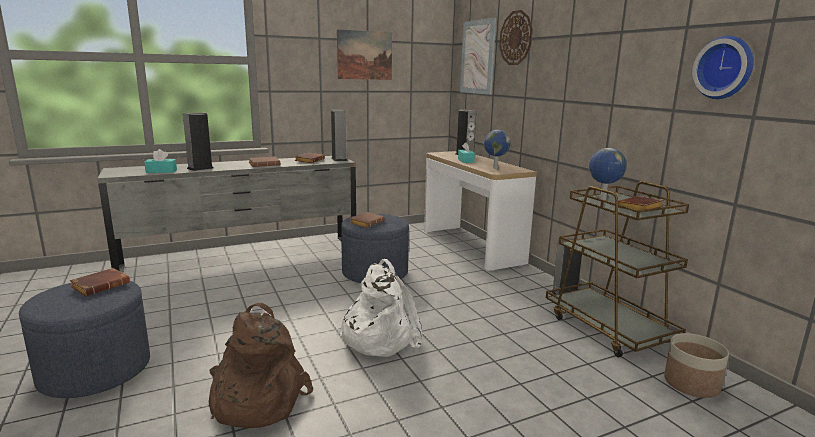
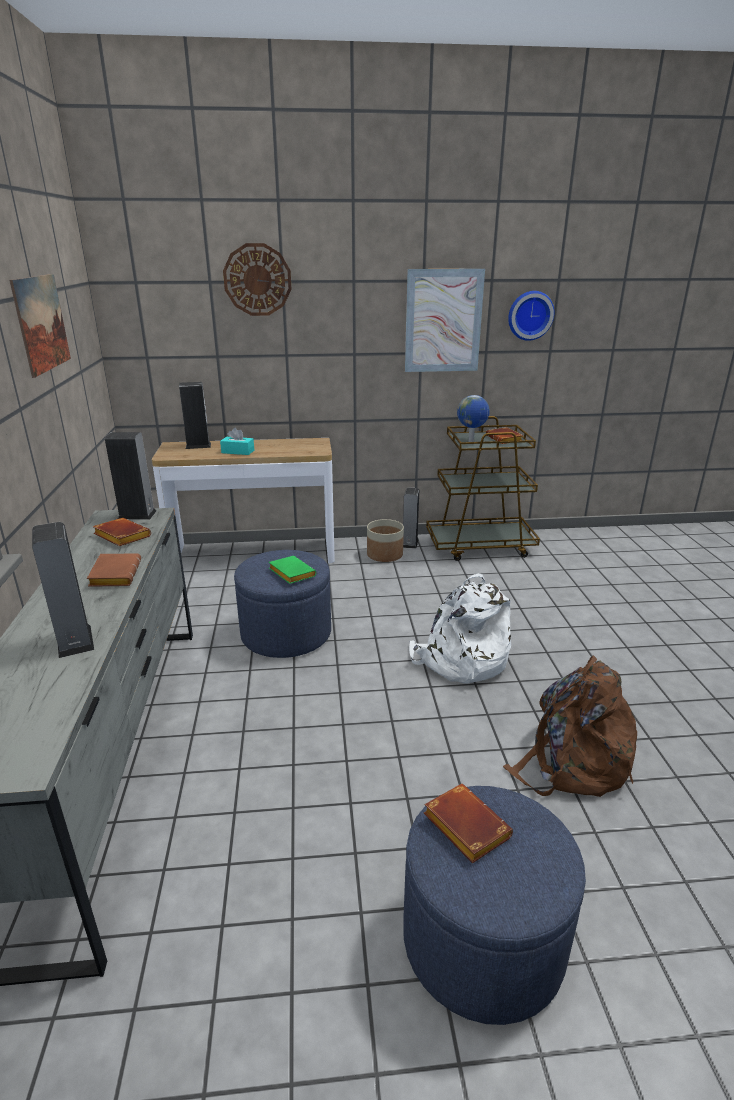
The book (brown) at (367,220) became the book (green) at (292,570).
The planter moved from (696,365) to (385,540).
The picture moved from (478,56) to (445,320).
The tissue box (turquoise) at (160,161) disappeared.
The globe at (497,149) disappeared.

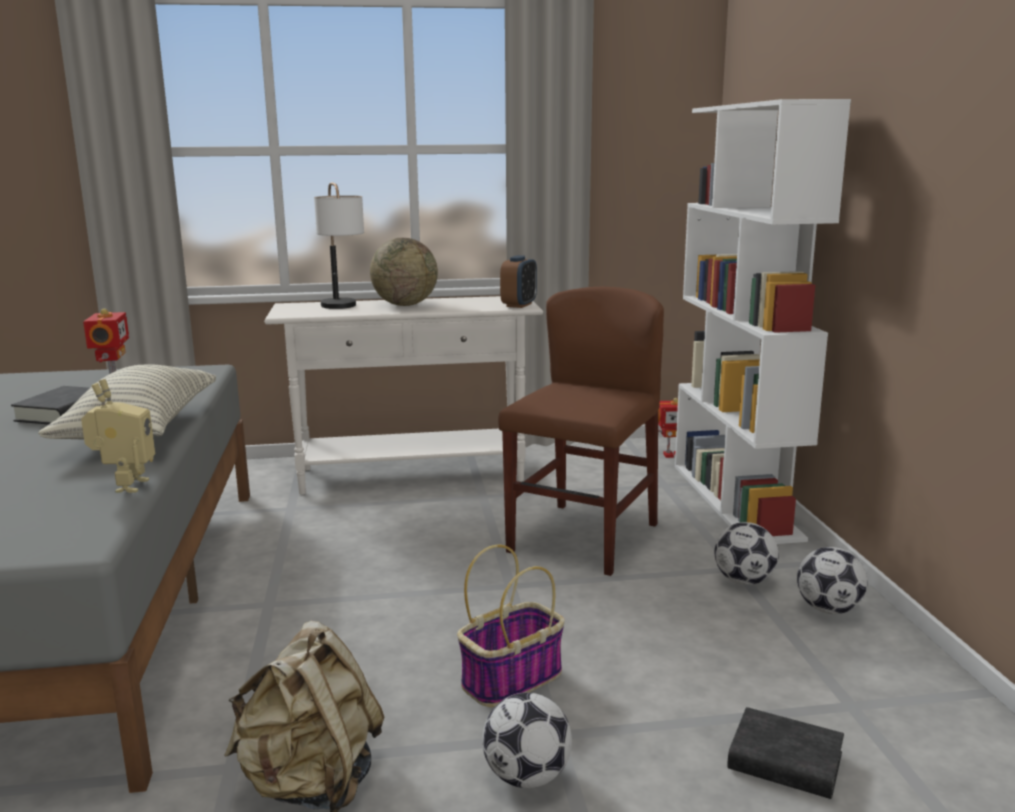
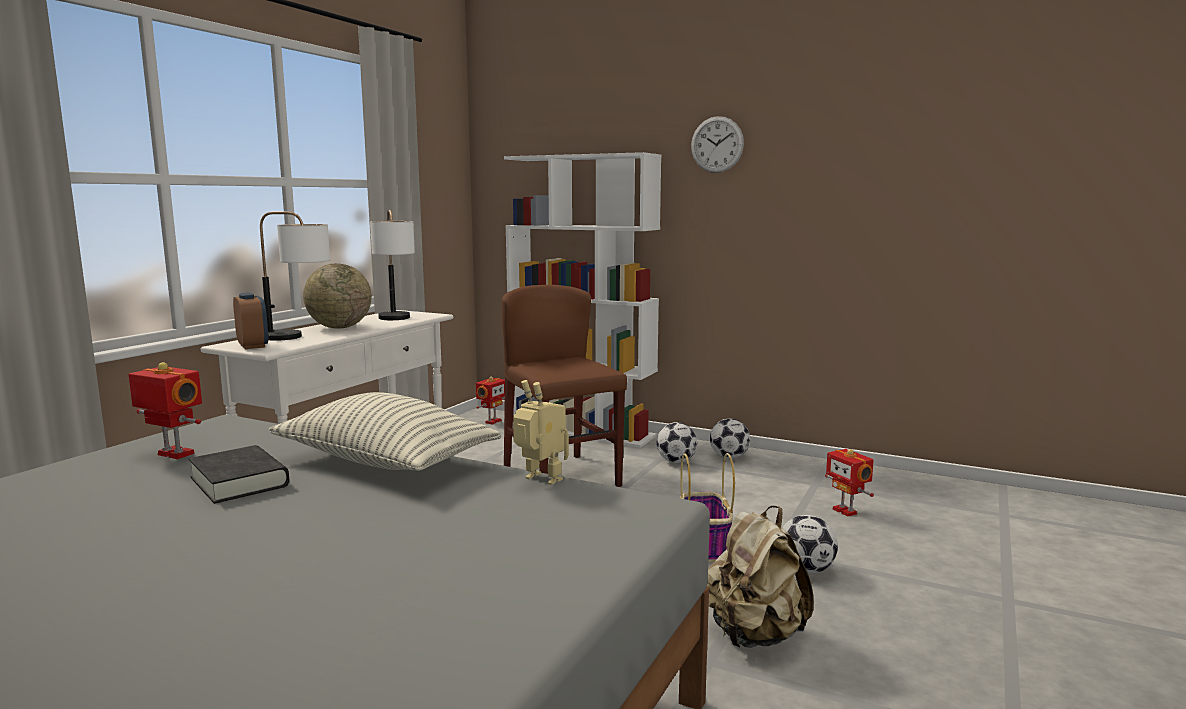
The alarm clock moved from (518,281) to (250,320).
The table lamp at (392,265) appeared.
The wall clock at (717,144) appeared.
The book (black) at (785,753) was replaced by the toy robot at (849,483).

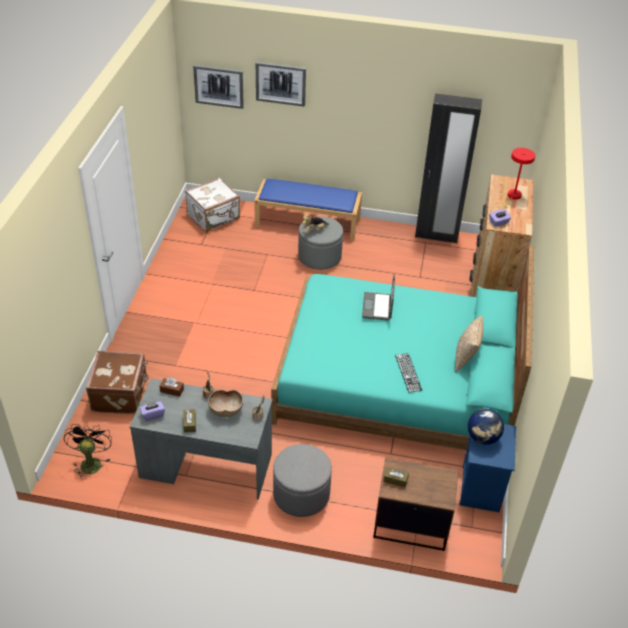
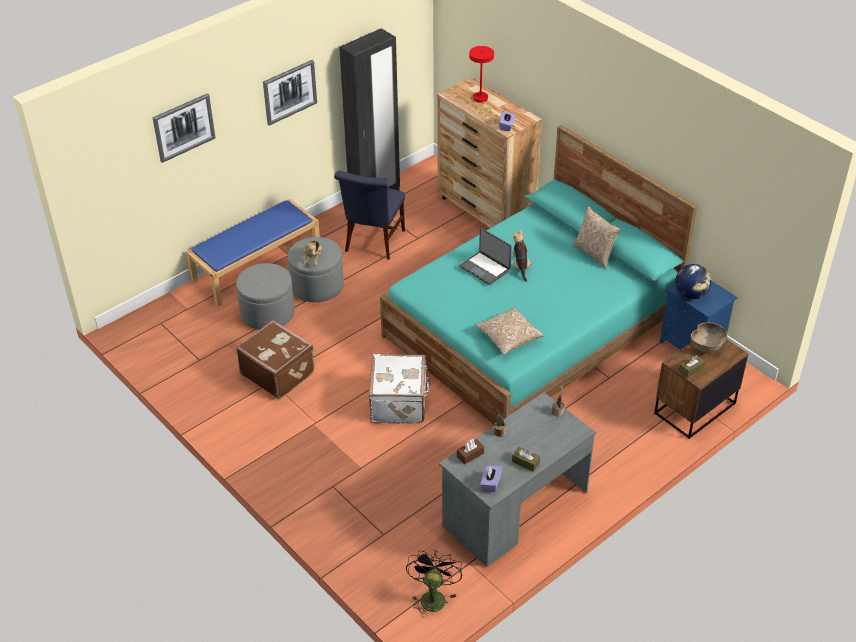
The ottoman (grey) moved from (302,480) to (265,296).
The suitcase (brown) moved from (117,382) to (275,359).
The picture moved from (218,87) to (290,92).
The chair (blue) at (369,214) appeared.
The suitcase (white) moved from (212,204) to (399,388).
The fan (black) at (88,450) turned 60 degrees clockwise.
The pillow at (509,331) appeared.
The plush toy at (523,255) appeared.
The bowl (brown) moved from (225,403) to (709,337).
The keyboard at (408,372) disappeared.

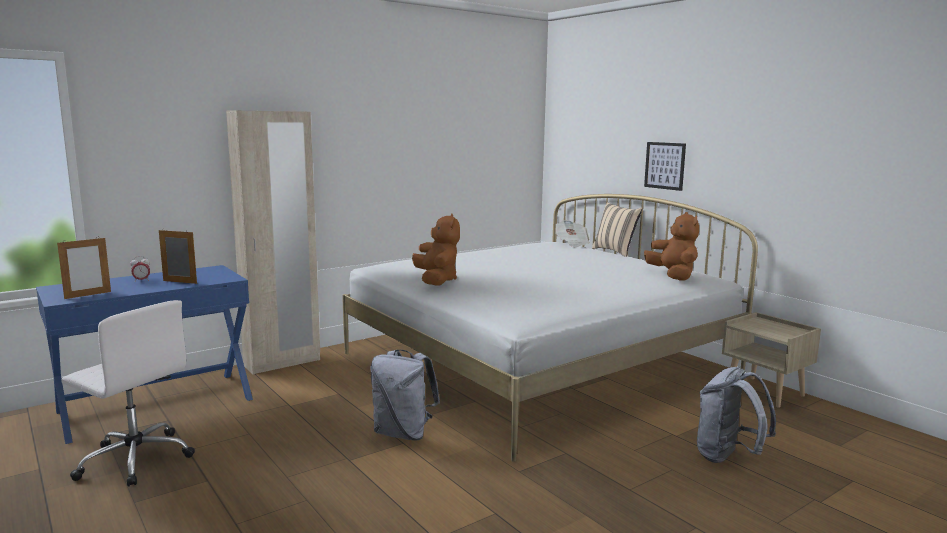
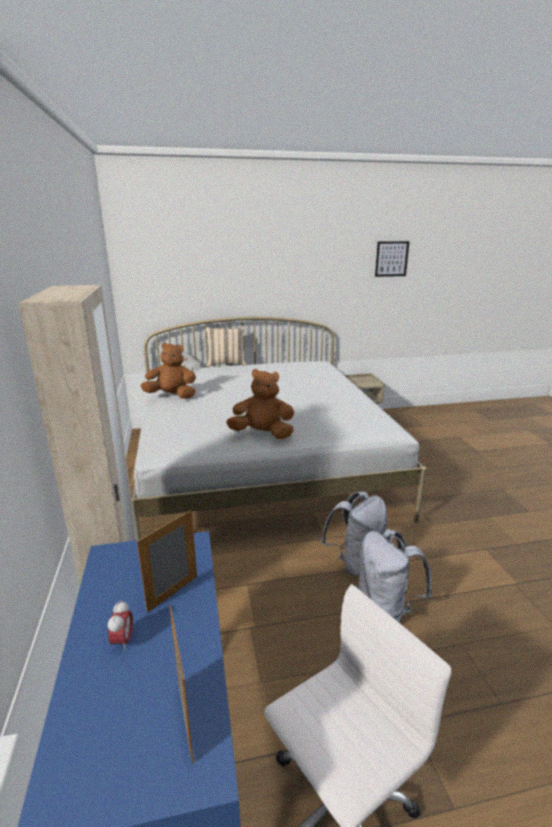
The plush toy (brown) moved from (671,246) to (168,370).
The backpack (grey) moved from (736,415) to (395,576).
The picture moved from (665,166) to (392,259).

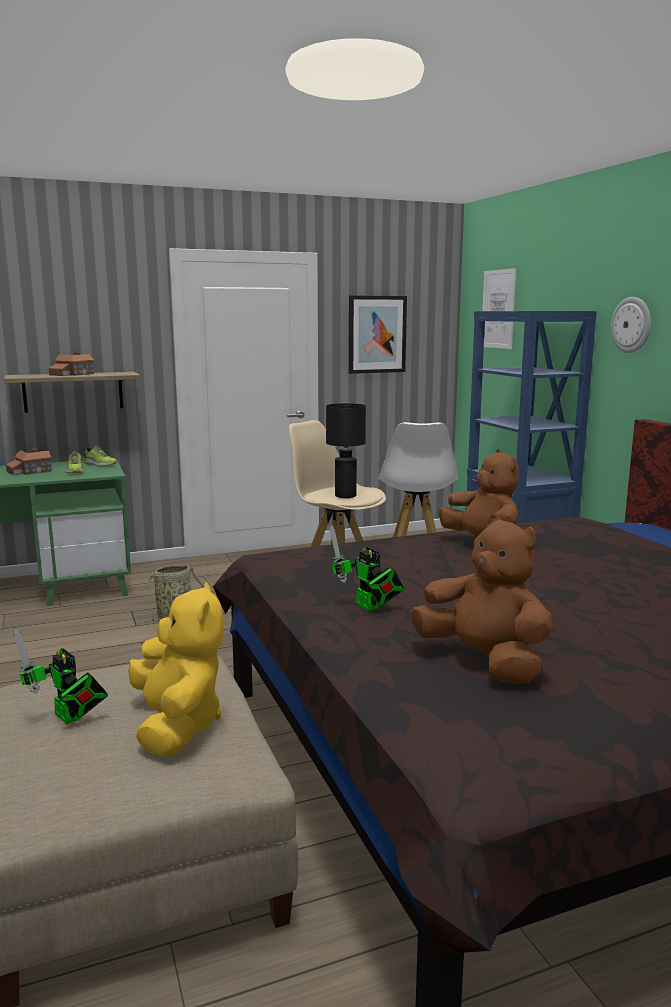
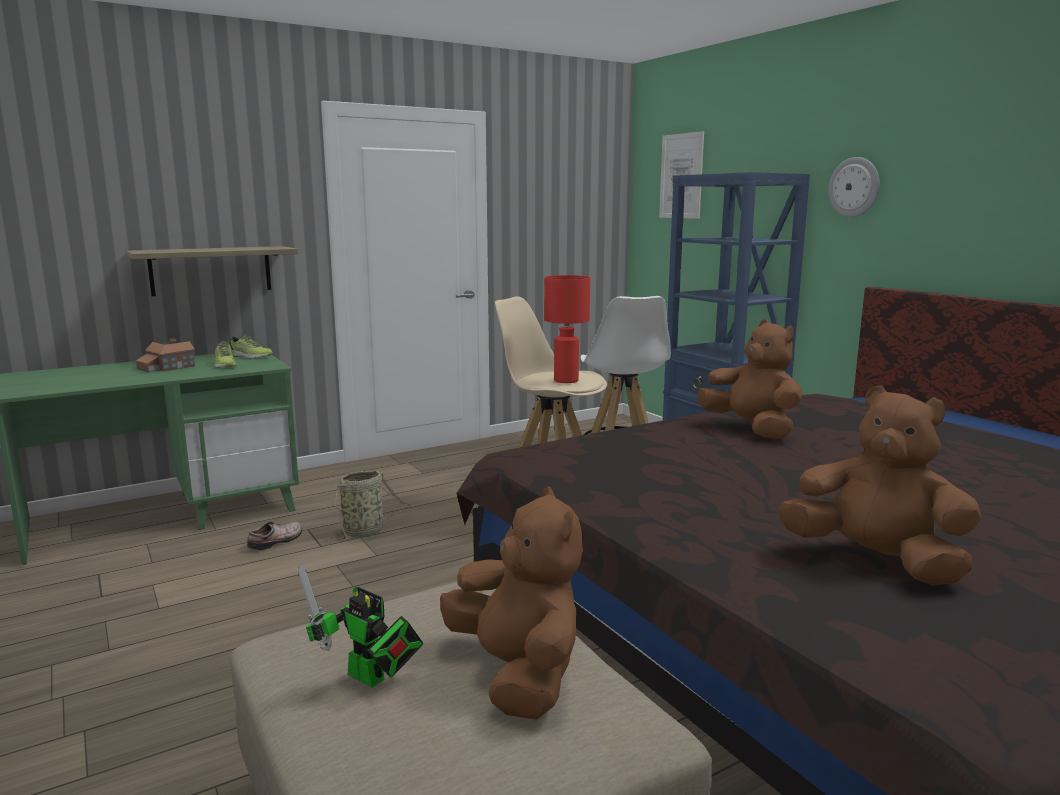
The shoe at (274,536) appeared.
The plush toy (yellow) at (176,669) became the plush toy (brown) at (511,602).
The table lamp (black) at (346,450) became the table lamp (red) at (567,329).
The toy house at (71,363) disappeared.
The toy robot at (367,568) disappeared.
The picture at (378,334) disappeared.

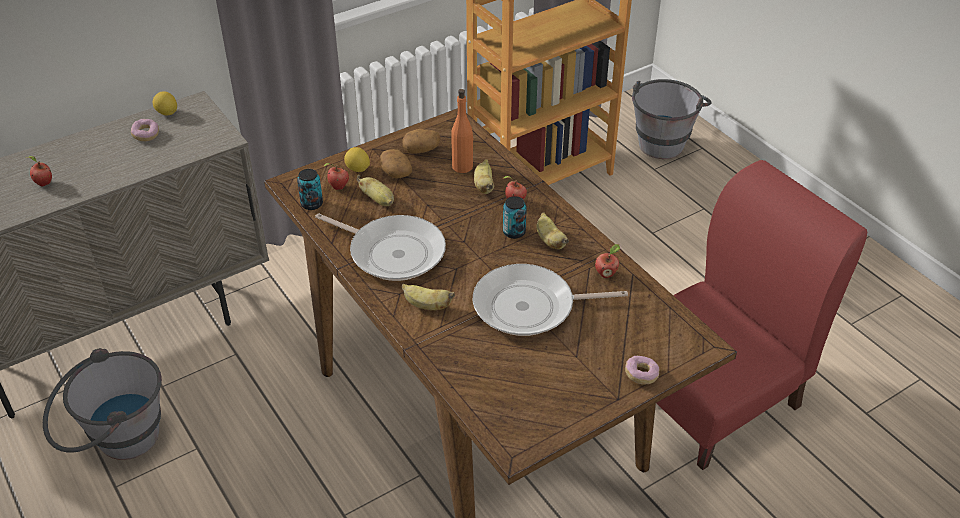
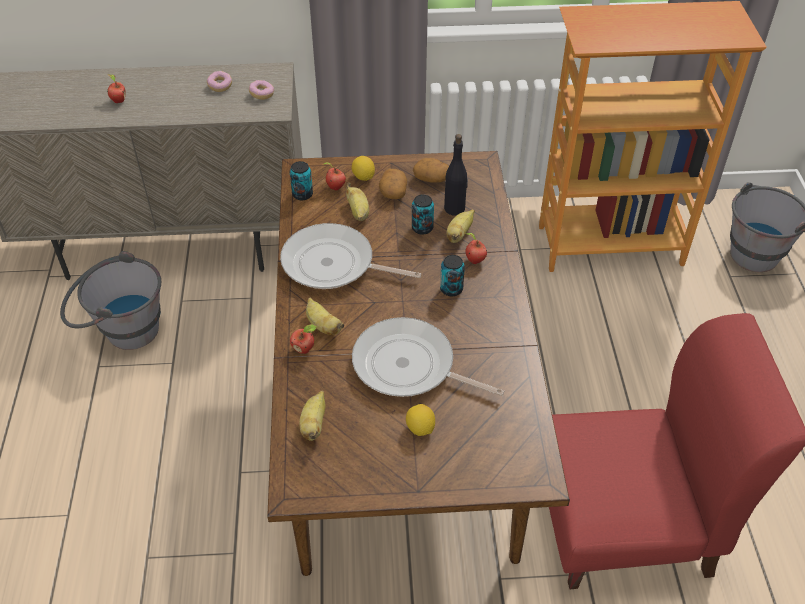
The donut moved from (642,370) to (261,90).
The frying pan at (380,247) turned 135 degrees clockwise.
The apple moved from (607,261) to (303,339).
The banana moved from (553,230) to (312,416).
The lemon moved from (165,103) to (420,420).
The can at (423,214) appeared.
The bottle (orange) at (462,131) became the bottle (black) at (456,174).

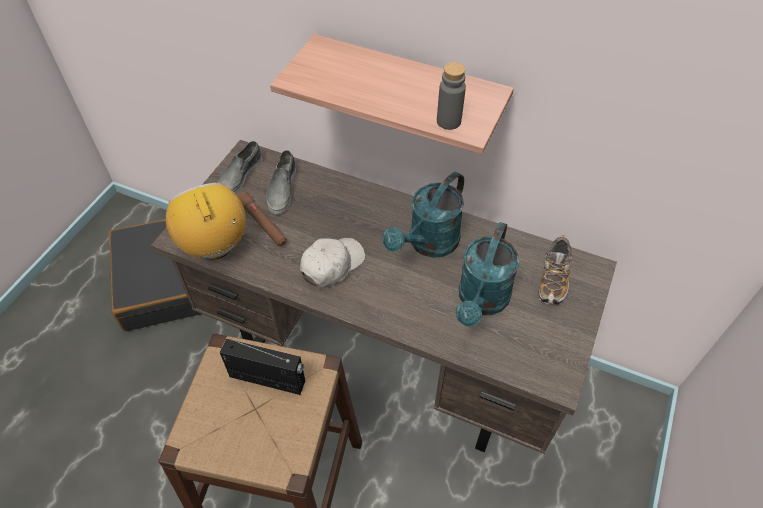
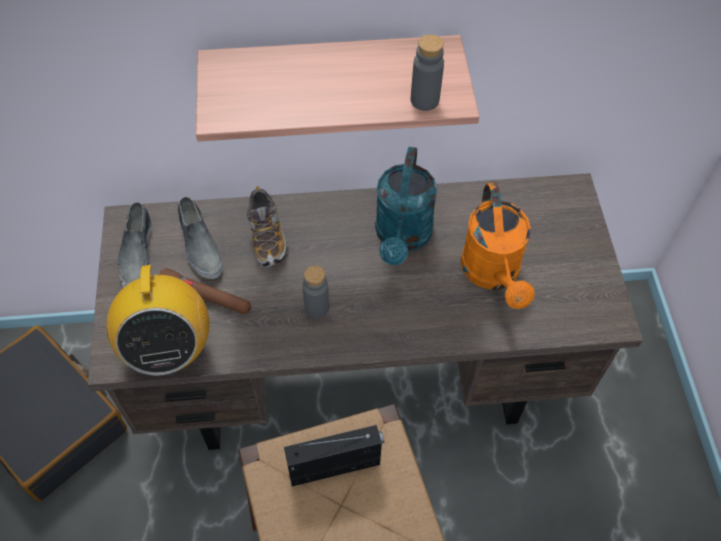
The radio at (206,221) turned 135 degrees counterclockwise.
The shoe moved from (555,270) to (267,226).
The cap (white) at (332,263) was replaced by the bottle (grey) at (315,291).
The watering can (turquoise) at (487,274) became the watering can (orange) at (497,246).

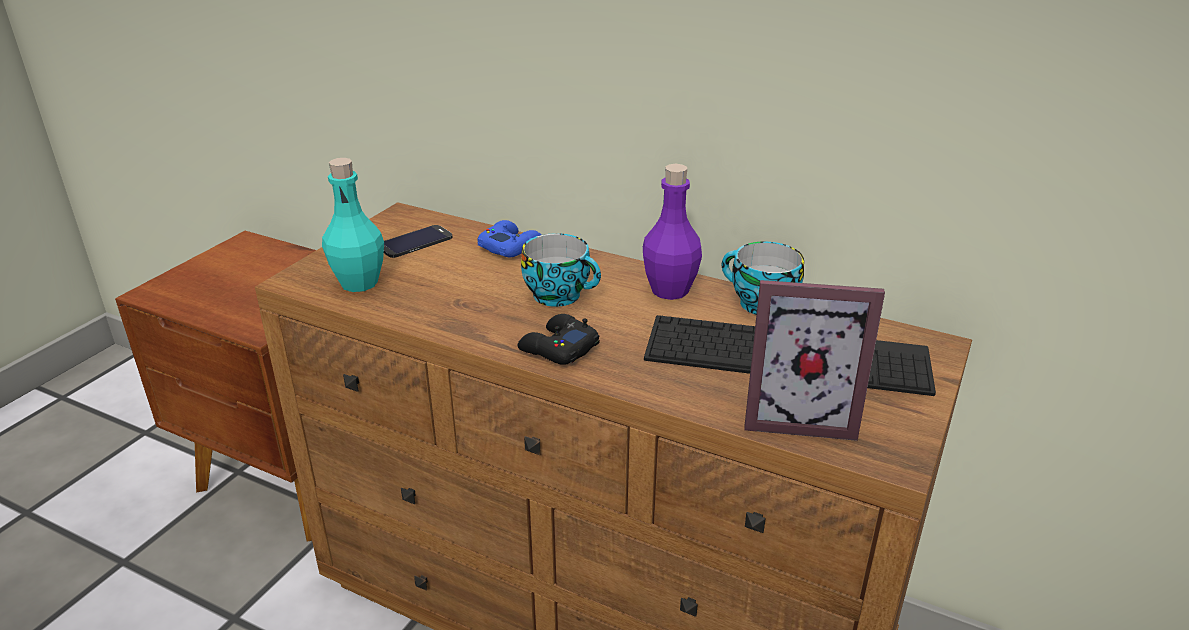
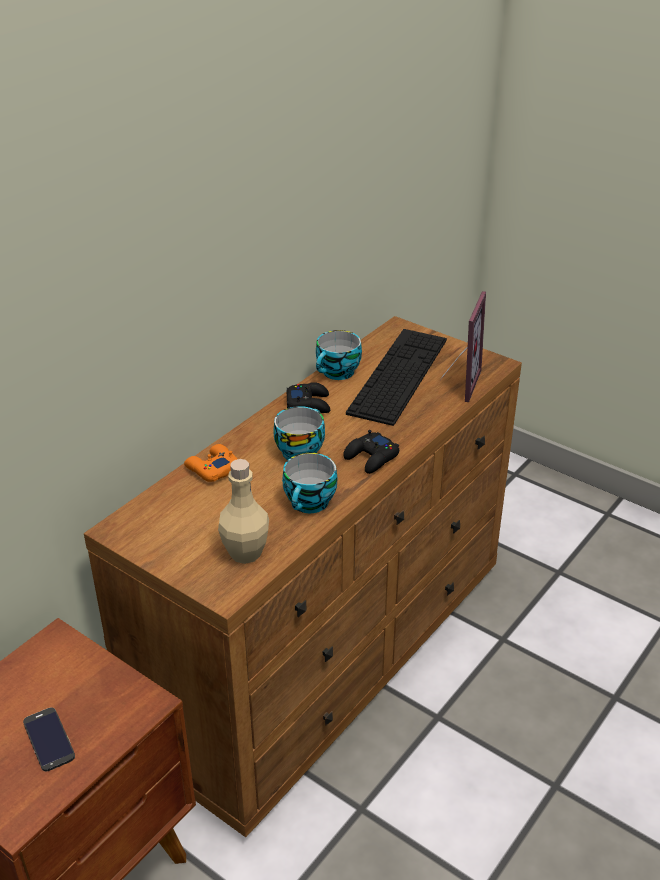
The phone moved from (418,241) to (49,740).
The game controller (blue) at (509,238) became the game controller (orange) at (210,463).
The bottle (turquoise) at (353,225) became the bottle (beige) at (243,511).
The cup at (309,483) appeared.
The bottle (purple) at (672,232) was replaced by the game controller (black) at (308,397).

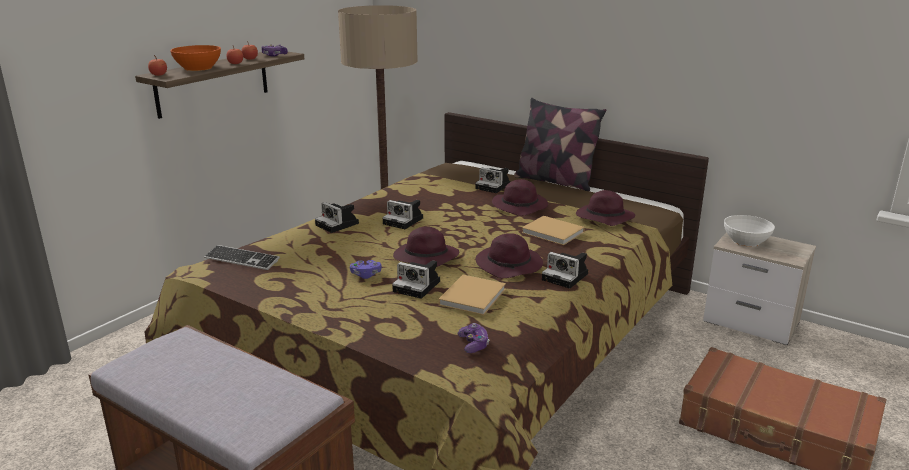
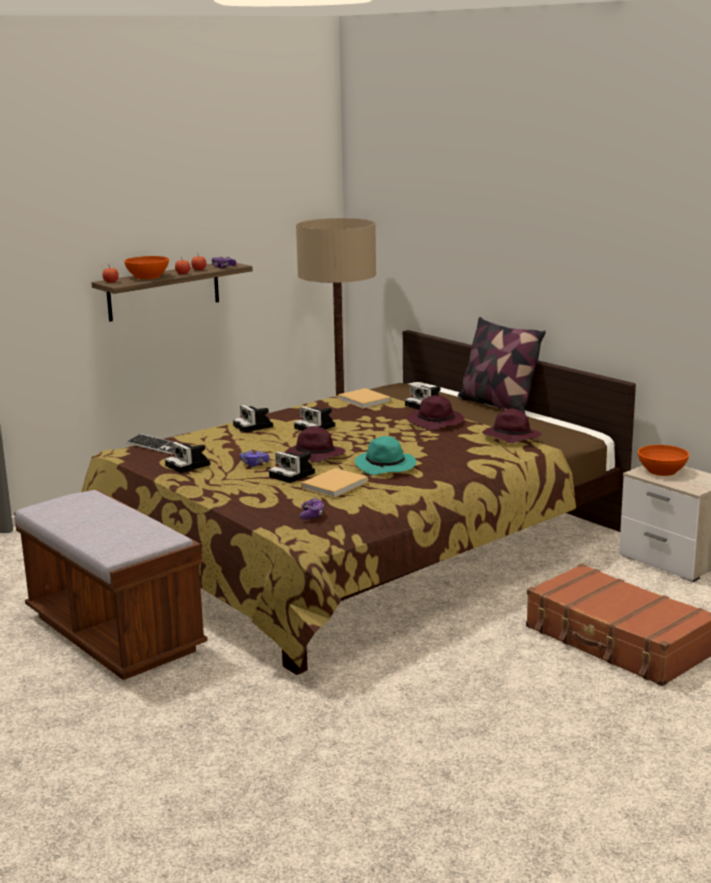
The photo camera moved from (565,270) to (187,457).
The book (beige) moved from (553,230) to (364,398).
The hat (purple) at (509,255) became the hat (turquoise) at (385,455).
The bowl (white) at (749,231) became the bowl (orange) at (663,460).

